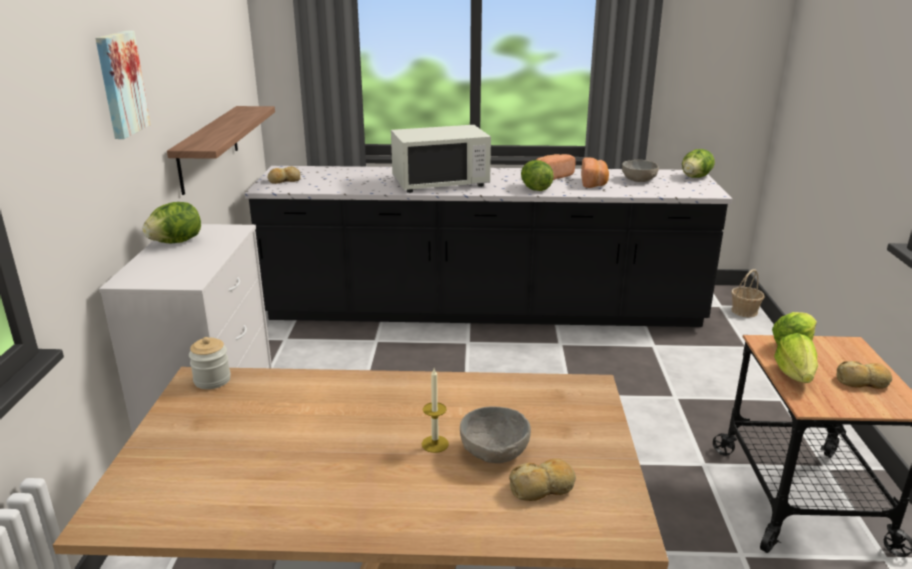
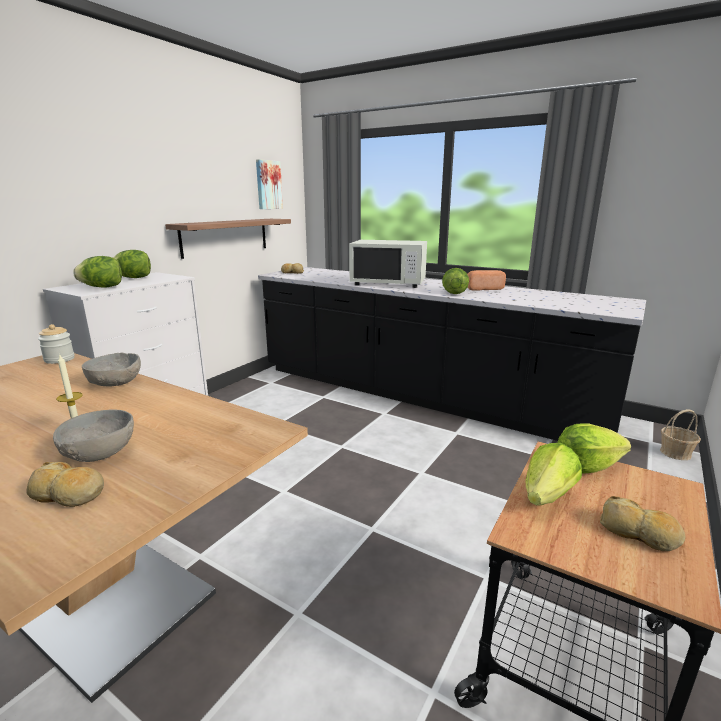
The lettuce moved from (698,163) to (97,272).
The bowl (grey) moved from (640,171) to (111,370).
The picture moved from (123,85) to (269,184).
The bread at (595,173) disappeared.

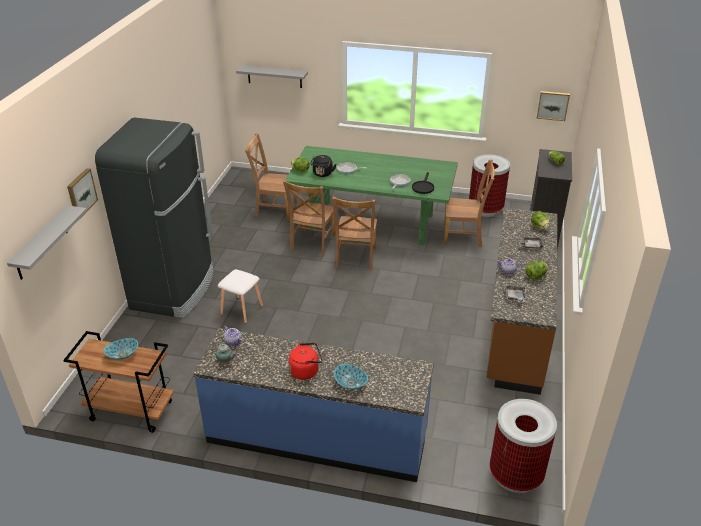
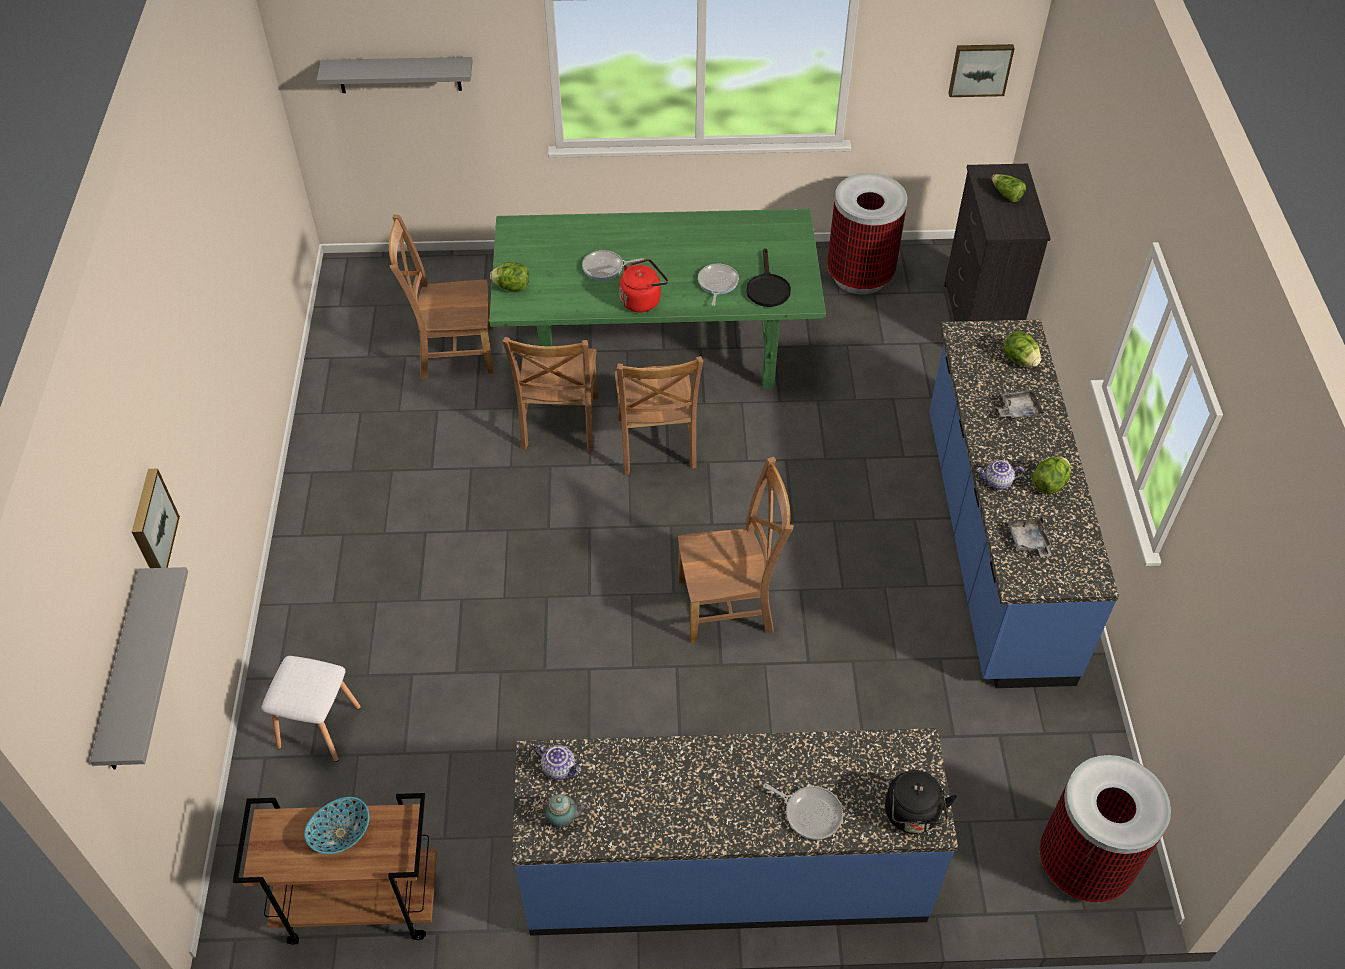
The stool (white) moved from (240,296) to (311,709).
The kettle (red) moved from (305,361) to (643,285).
The chair (brown) moved from (469,203) to (735,549).
The bowl at (351,377) was replaced by the frying pan at (803,811).
The kettle (black) moved from (323,166) to (921,802).
The counter (brown) at (522,301) became the counter (blue) at (1024,504).
The fridge (black) at (154,217) disappeared.

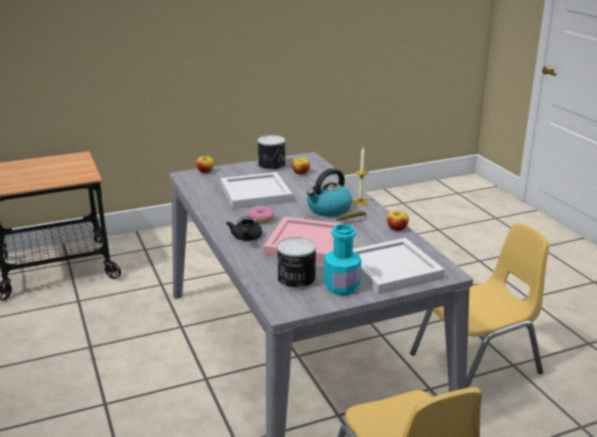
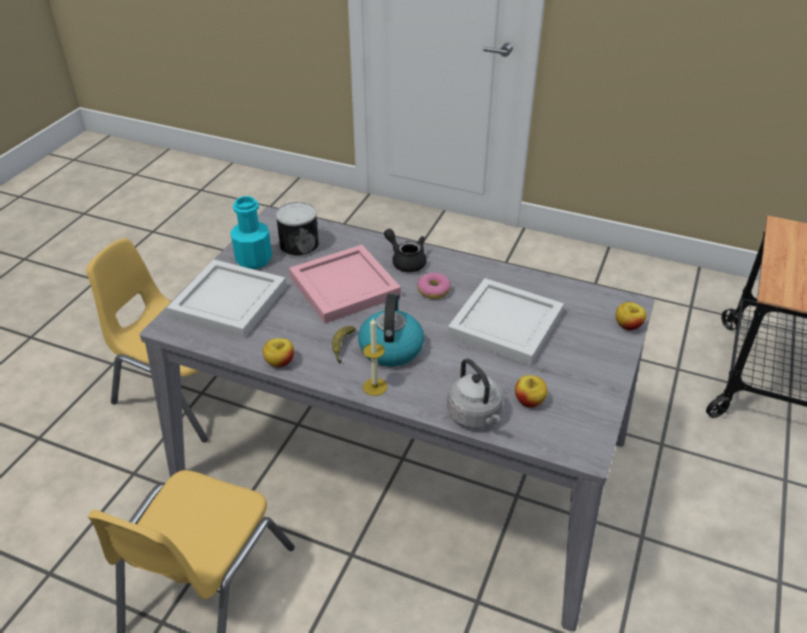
The kettle (grey) at (475,393) appeared.
The can at (271,153) disappeared.

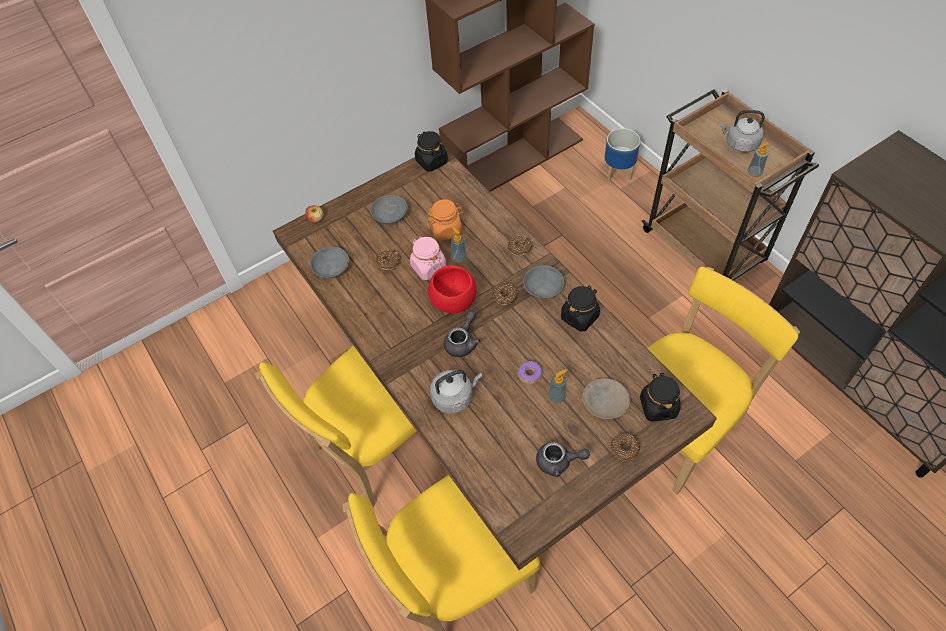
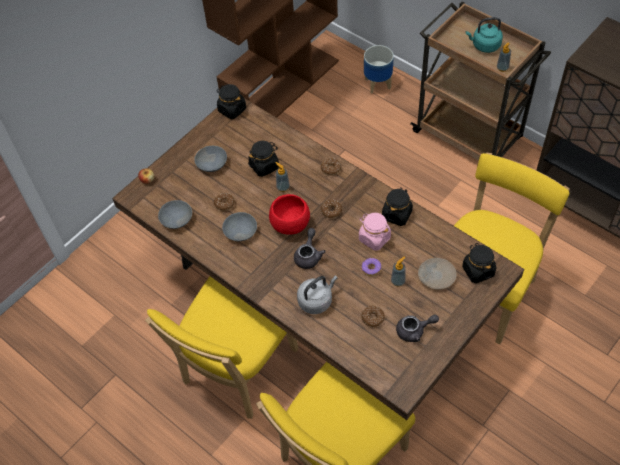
The bowl (grey) moved from (543,282) to (239,226).
The jar (orange) at (445,220) became the jar (black) at (263,159).
The jar (pink) moved from (428,258) to (375,232).
The donut moved from (625,447) to (373,316).
The kettle (grey) at (742,131) became the kettle (turquoise) at (484,35).

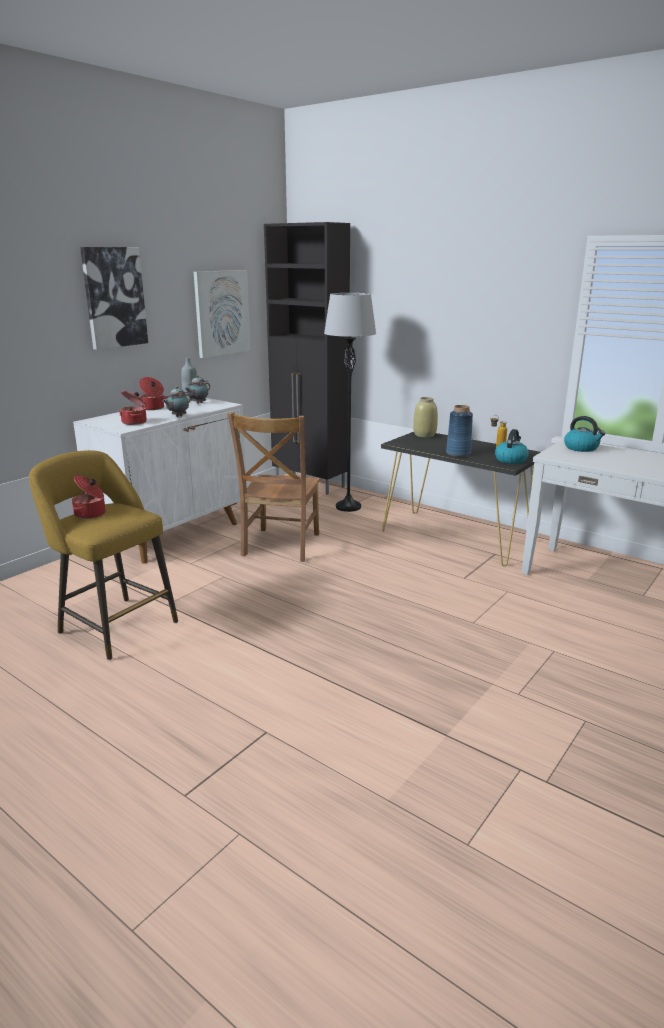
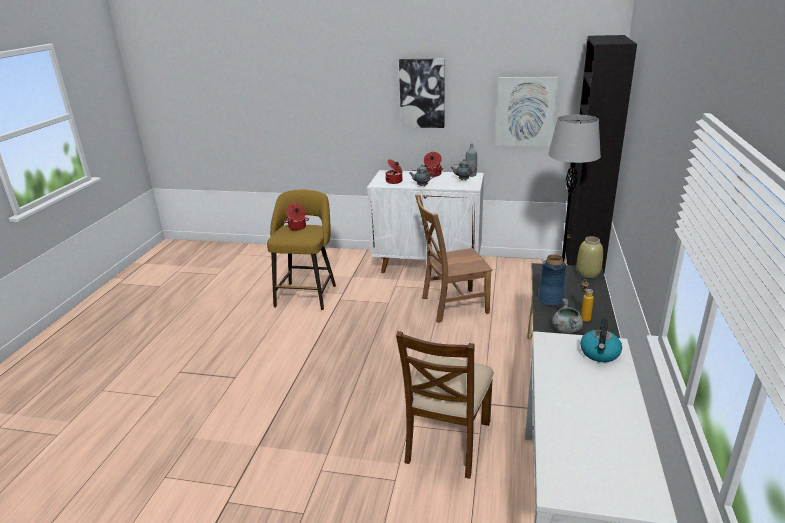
The chair (brown) at (445,405) appeared.
The kettle at (512,446) was replaced by the cooking pot (grey) at (568,316).

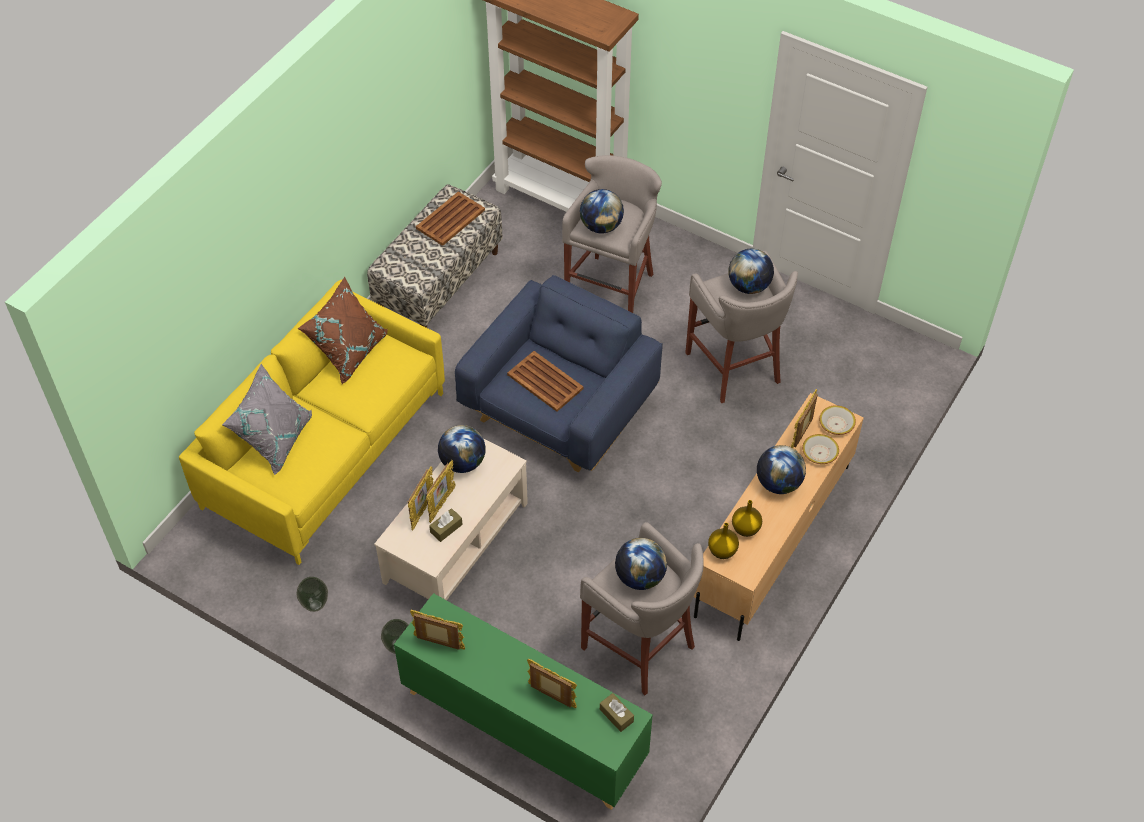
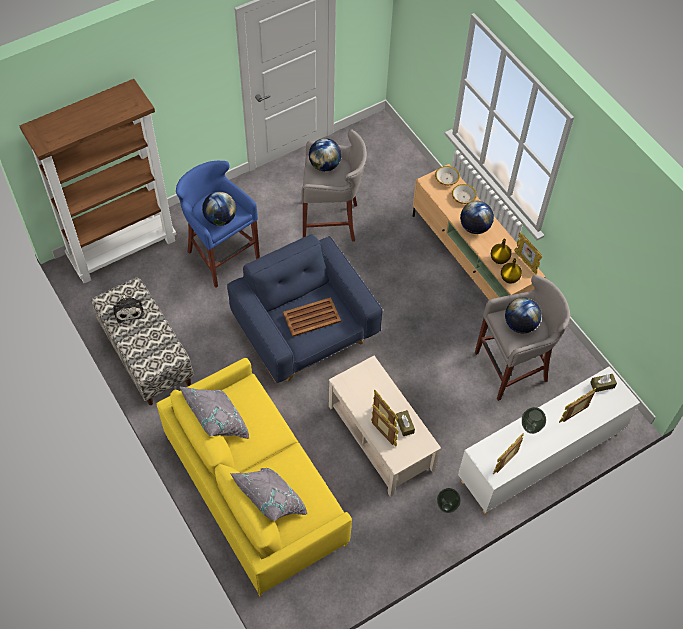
The tray (brown) at (450,218) was replaced by the plush toy at (128,308).
The stool (grey) at (612,234) became the stool (blue) at (218,224).
The pillow (brown) at (342,330) became the pillow (grey) at (214,412).
The cabinet (green) at (523,701) became the cabinet (white) at (549,440).
The picture frame moved from (804,418) to (528,253).
The vase moved from (312,594) to (534,420).
The globe at (462,449) disappeared.

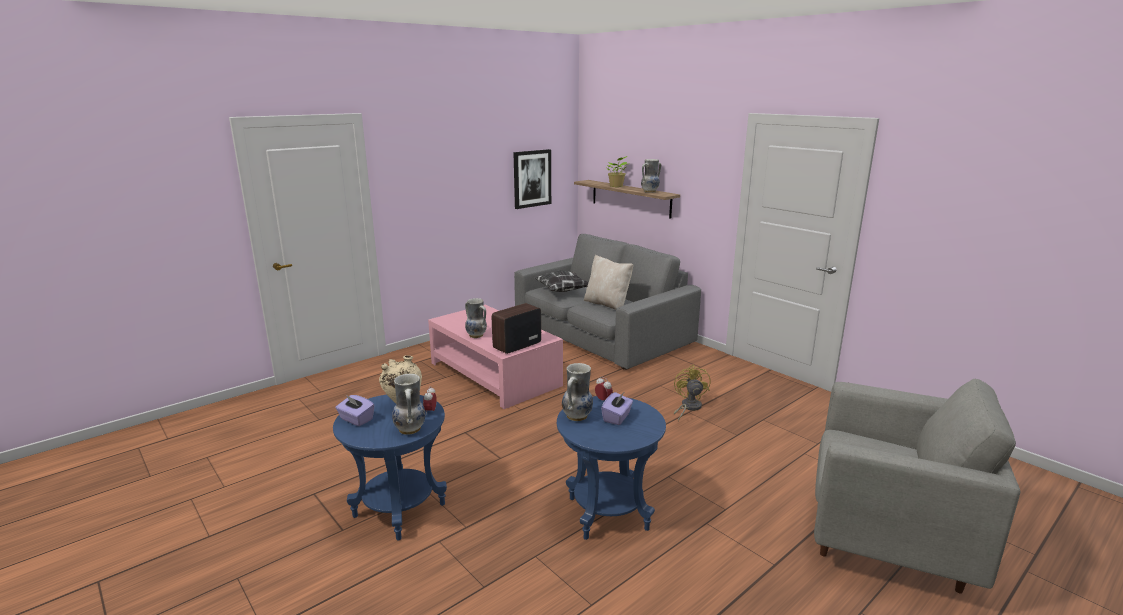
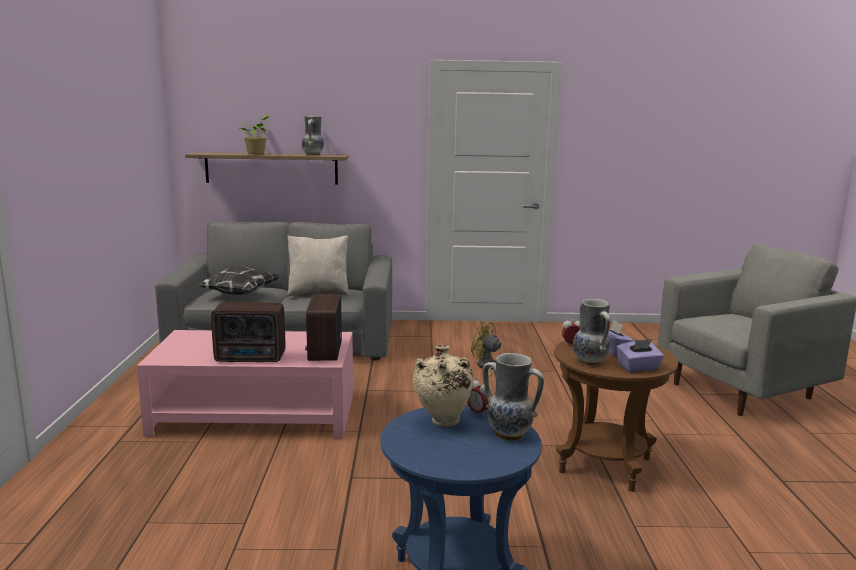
The vase at (476,318) was replaced by the radio at (248,332).
The side table (blue) at (611,468) became the side table (brown) at (616,415).
The tissue box (purple) moved from (355,410) to (640,355).
The picture at (532,179) disappeared.

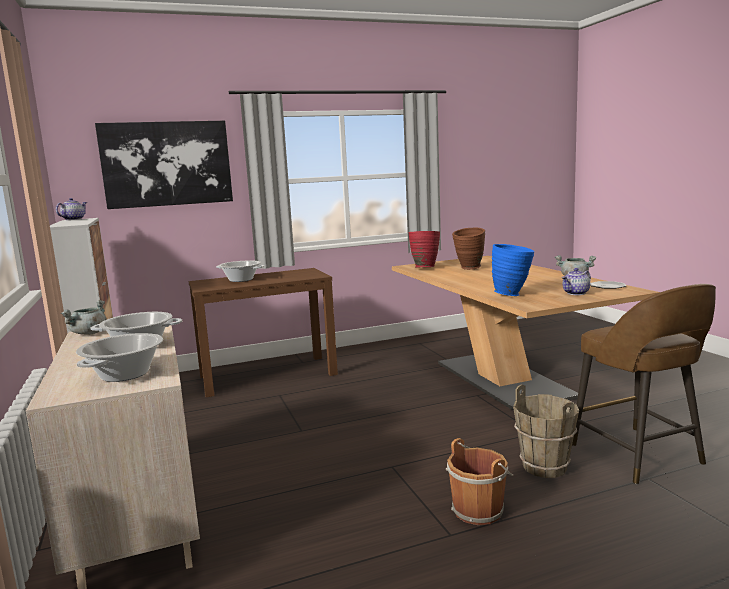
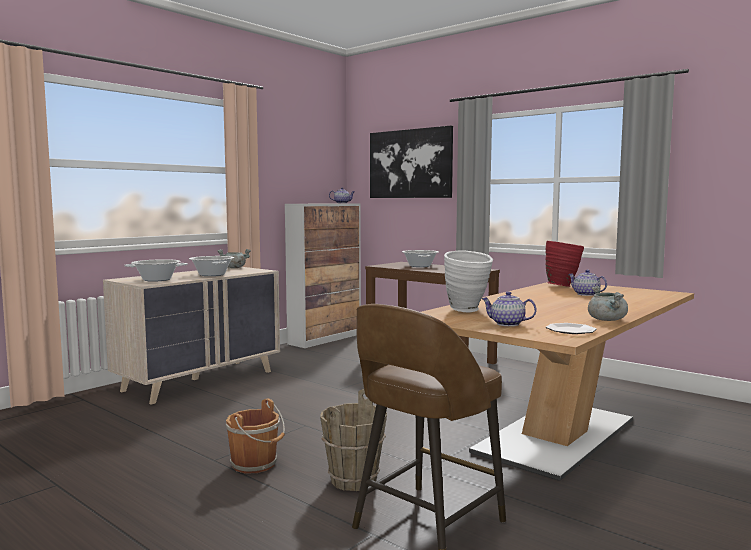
The vase (blue) at (513,270) became the vase (white) at (468,281).
The vase (brown) at (468,248) was replaced by the teapot at (587,283).

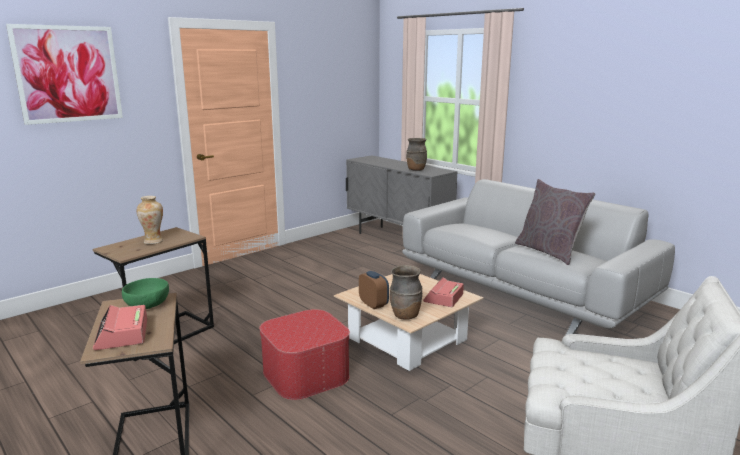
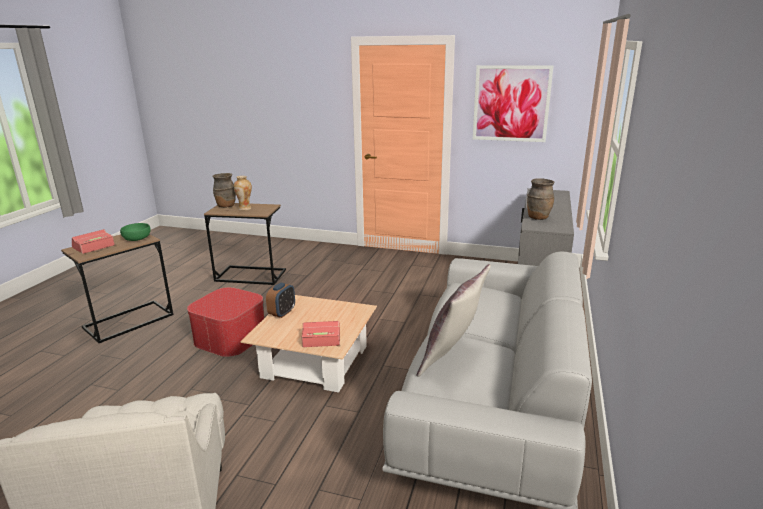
The vase (brown) moved from (406,292) to (224,190).
The picture moved from (64,74) to (513,103).

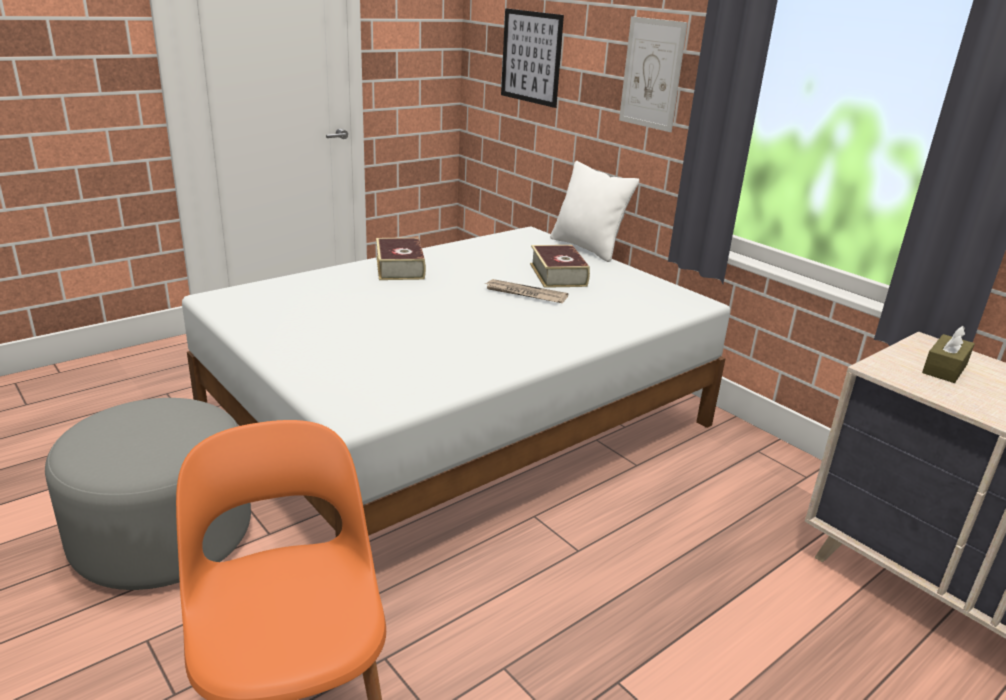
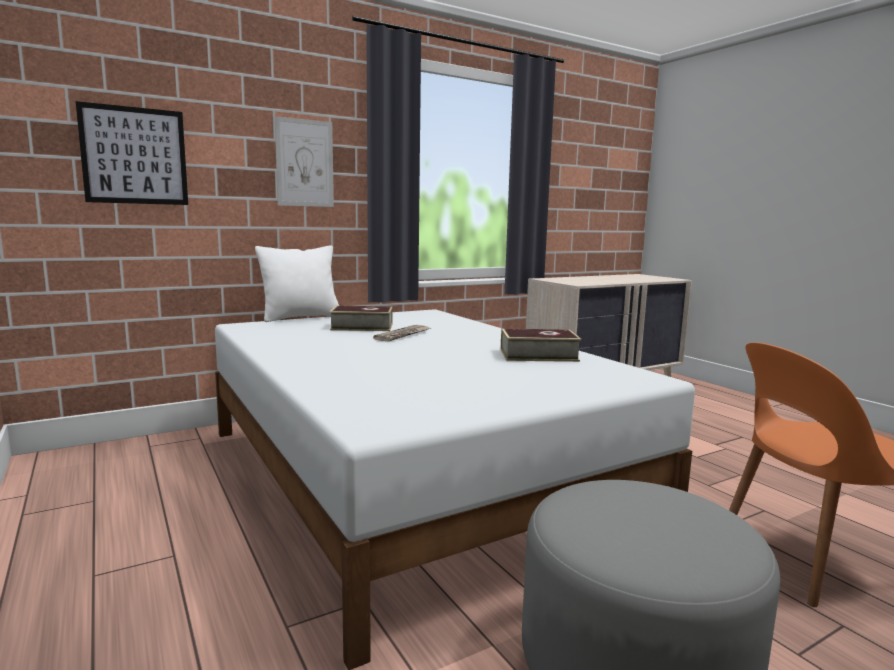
The book moved from (401,259) to (541,345).
The tissue box (brown) at (948,354) disappeared.

